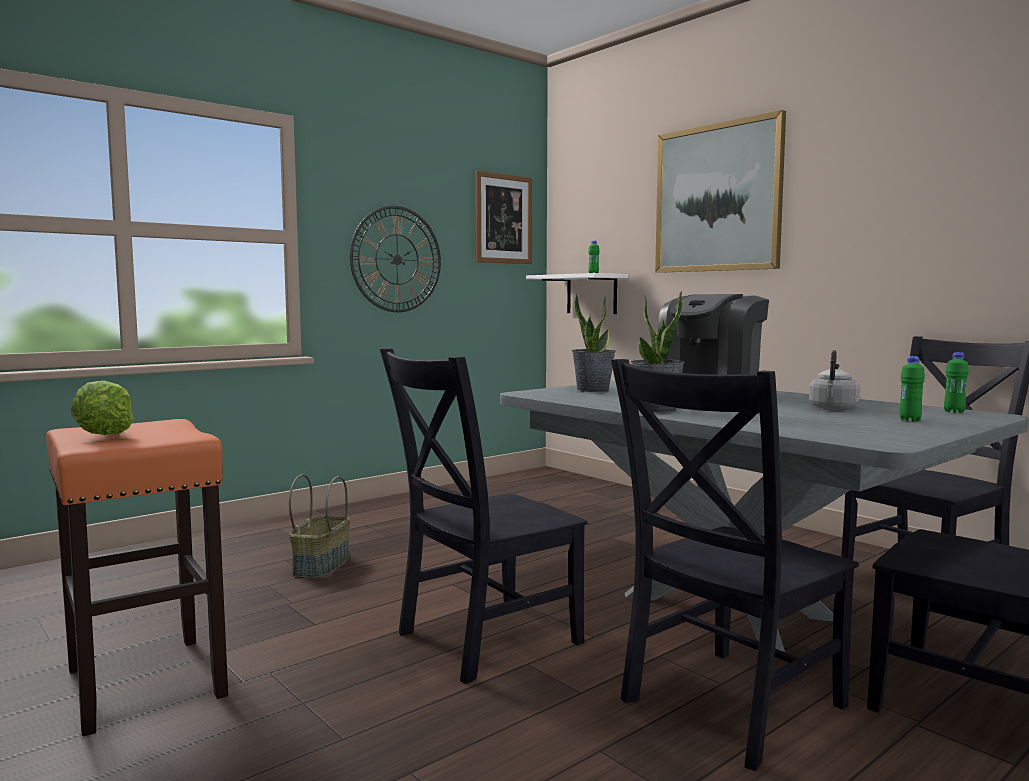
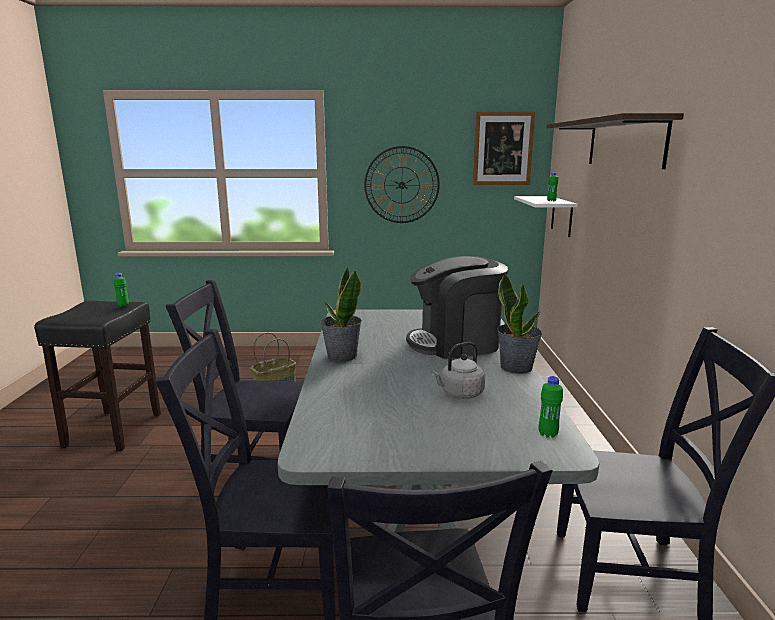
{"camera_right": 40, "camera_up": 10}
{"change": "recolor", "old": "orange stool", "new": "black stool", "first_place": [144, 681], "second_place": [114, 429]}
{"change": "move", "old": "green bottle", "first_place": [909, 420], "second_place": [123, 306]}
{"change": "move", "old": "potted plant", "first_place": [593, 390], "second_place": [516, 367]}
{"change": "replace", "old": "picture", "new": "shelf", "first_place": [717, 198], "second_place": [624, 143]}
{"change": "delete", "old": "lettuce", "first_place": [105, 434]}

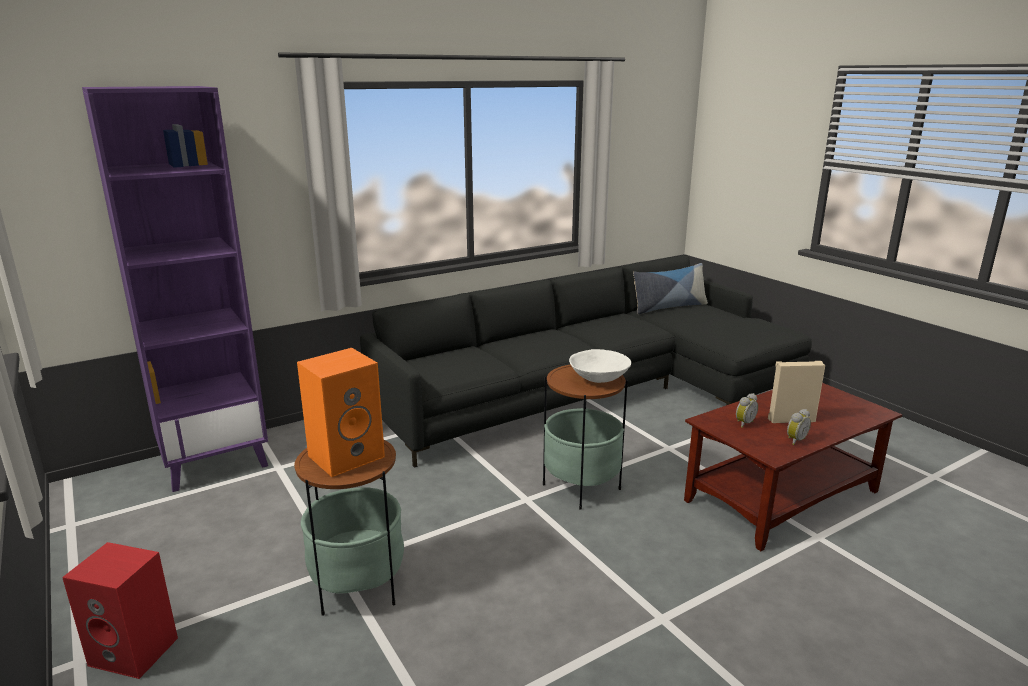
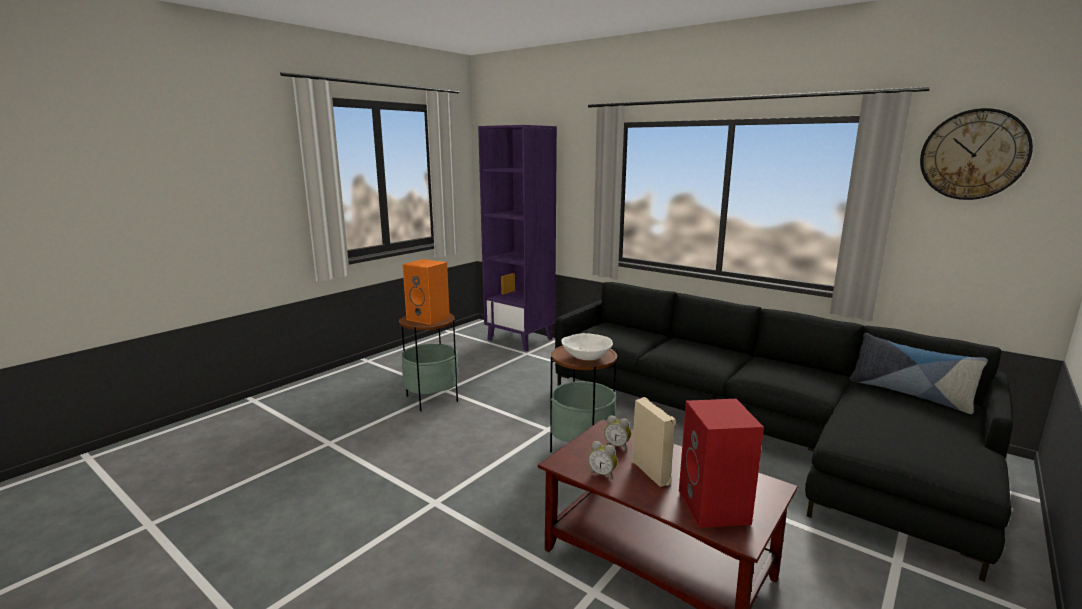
{"camera_right": 70, "camera_up": -5}
{"change": "move", "old": "red speaker", "first_place": [136, 651], "second_place": [715, 508]}
{"change": "insert", "new": "wall clock", "second_place": [973, 154]}

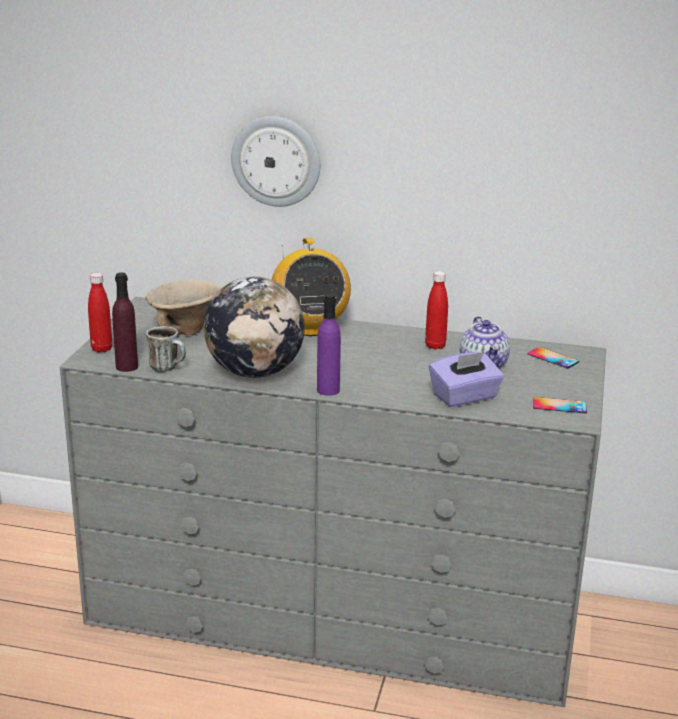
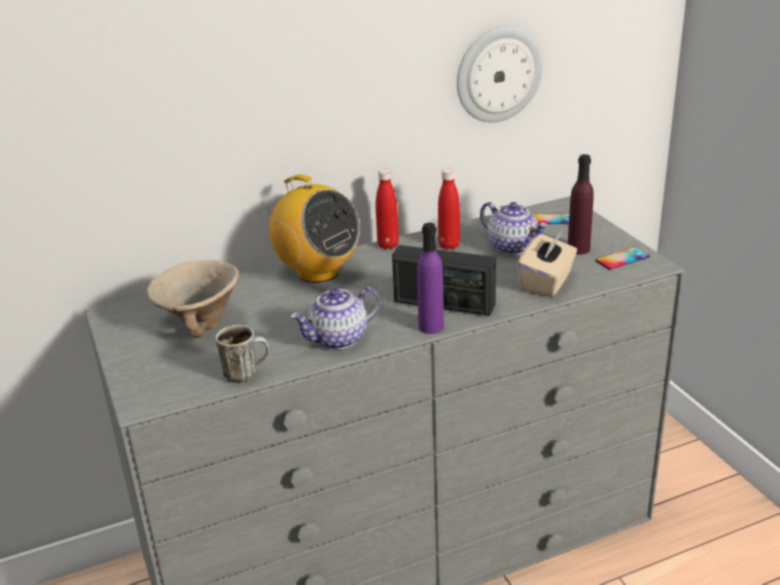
{"camera_right": -35, "camera_up": 5}
{"change": "replace", "old": "globe", "new": "teapot", "first_place": [255, 372], "second_place": [338, 339]}
{"change": "move", "old": "red bottle", "first_place": [101, 349], "second_place": [388, 245]}
{"change": "insert", "new": "radio", "second_place": [444, 303]}
{"change": "move", "old": "wall clock", "first_place": [276, 161], "second_place": [498, 74]}
{"change": "recolor", "old": "purple tissue box", "new": "beige tissue box", "first_place": [465, 397], "second_place": [547, 282]}
{"change": "move", "old": "purple bottle", "first_place": [127, 367], "second_place": [578, 249]}

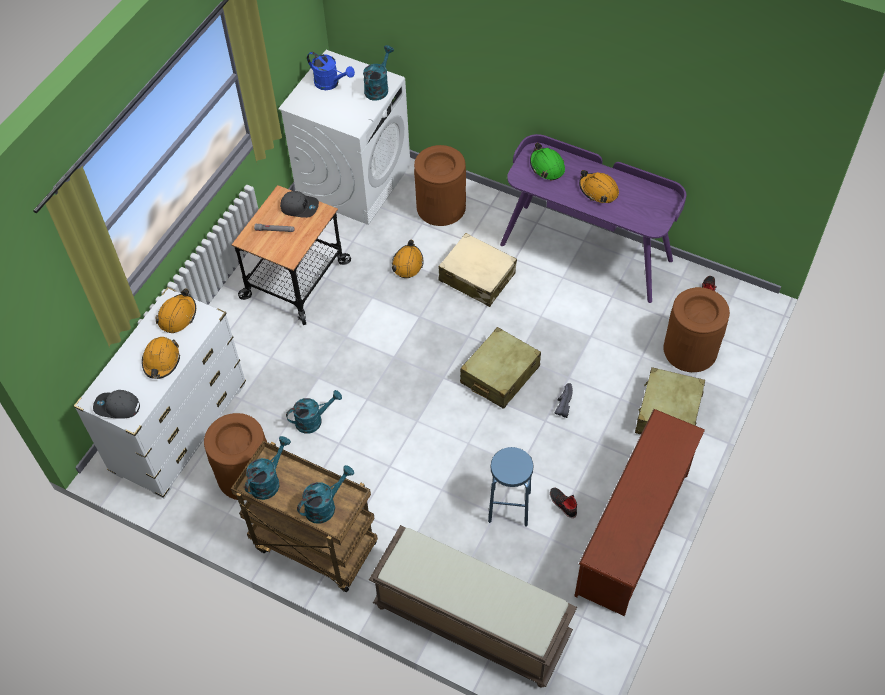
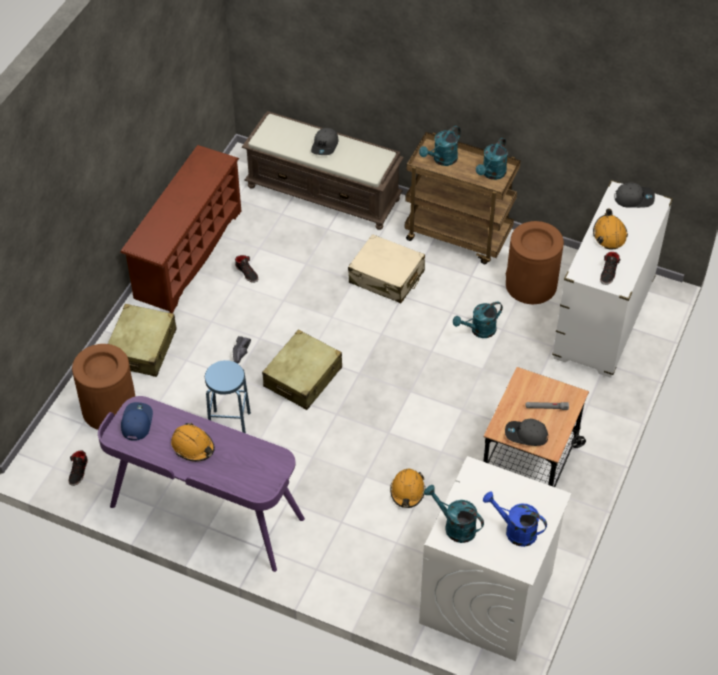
{"camera_right": 175, "camera_up": -5}
{"change": "insert", "new": "blue cap", "second_place": [136, 422]}
{"change": "move", "old": "blue stool", "first_place": [509, 507], "second_place": [230, 426]}
{"change": "insert", "new": "grey cap", "second_place": [325, 145]}
{"change": "move", "old": "beige suitcase", "first_place": [477, 277], "second_place": [386, 277]}
{"change": "rotate", "old": "turquoise watering can", "first_place": [378, 87], "second_place": [454, 526], "degrees": 105}
{"change": "replace", "old": "orange hard hat", "new": "black shoe", "first_place": [177, 316], "second_place": [609, 273]}
{"change": "delete", "old": "brown trash can", "first_place": [441, 207]}
{"change": "delete", "old": "green hard hat", "first_place": [547, 166]}

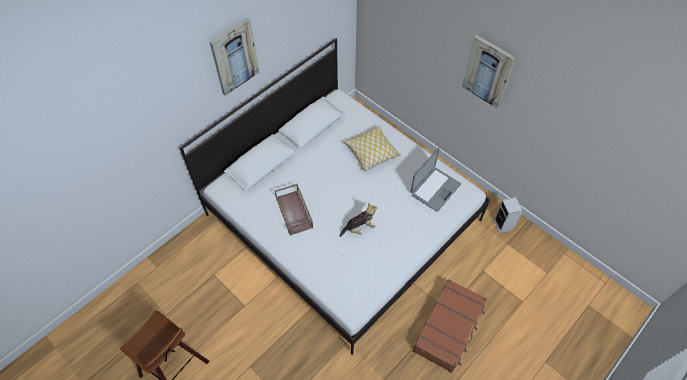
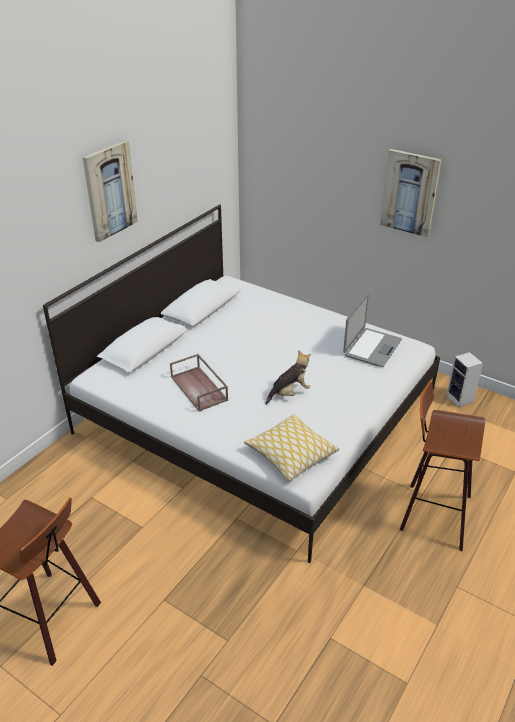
{"camera_right": -10, "camera_up": -20}
{"change": "move", "old": "pillow", "first_place": [371, 152], "second_place": [291, 454]}
{"change": "replace", "old": "brown suitcase", "new": "stool", "first_place": [449, 328], "second_place": [432, 513]}

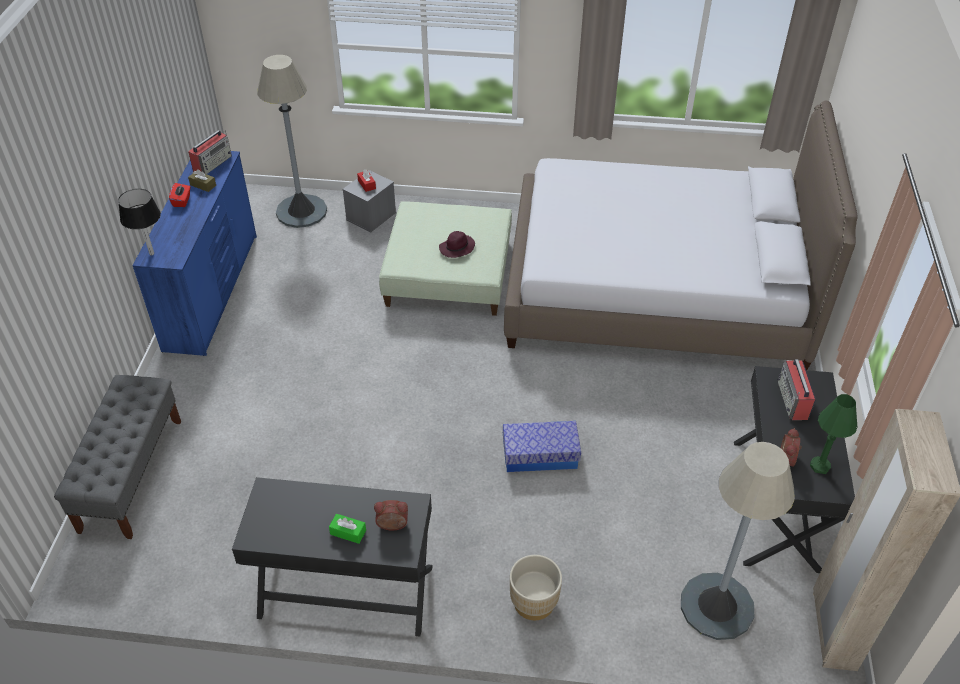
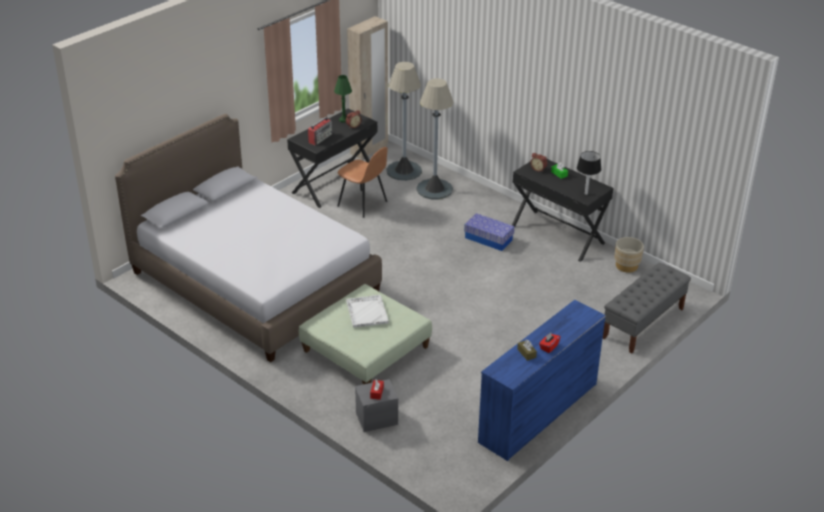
{"camera_right": -145, "camera_up": -10}
{"change": "insert", "new": "brown chair", "second_place": [363, 204]}
{"change": "replace", "old": "purple hat", "new": "white tray", "first_place": [456, 248], "second_place": [367, 312]}
{"change": "move", "old": "grey floor lamp", "first_place": [301, 211], "second_place": [434, 189]}
{"change": "move", "old": "storage box", "first_place": [540, 455], "second_place": [488, 239]}
{"change": "move", "old": "black table lamp", "first_place": [152, 253], "second_place": [586, 194]}
{"change": "move", "old": "beige planter", "first_place": [533, 602], "second_place": [626, 266]}
{"change": "delete", "old": "radio", "first_place": [213, 163]}

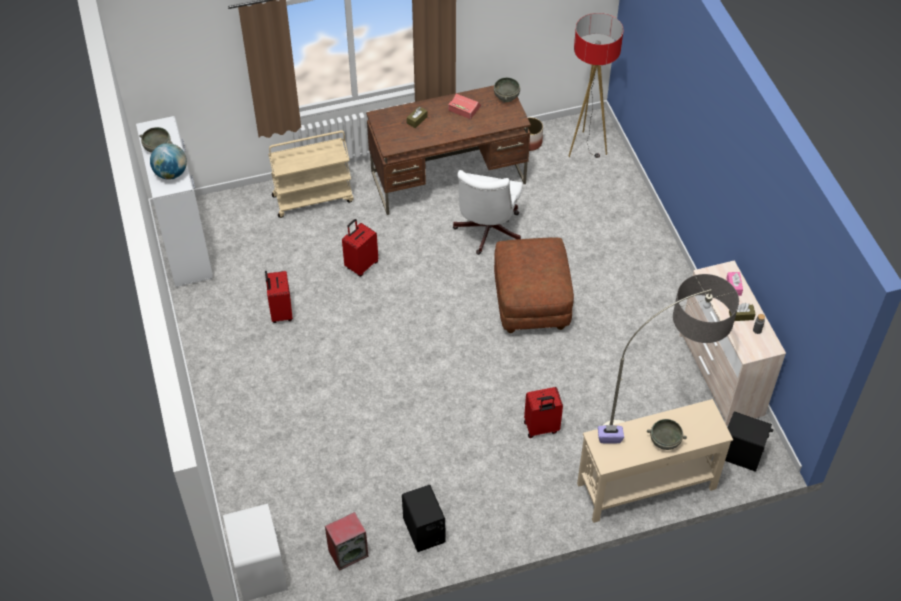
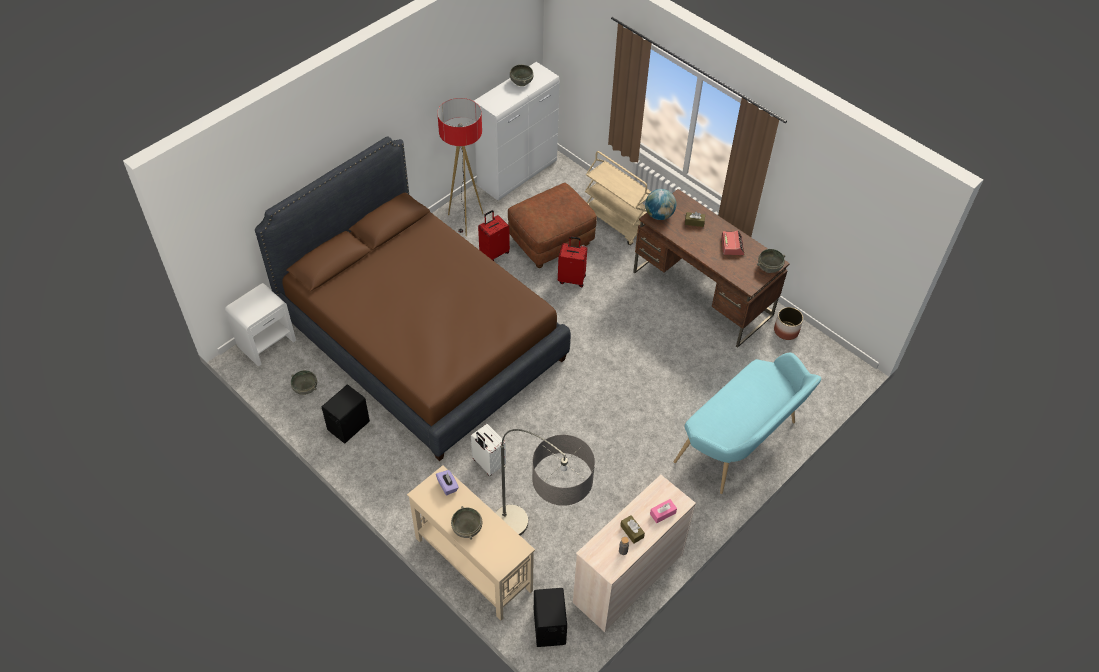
{"camera_right": 60, "camera_up": 0}
{"change": "insert", "new": "brown bed", "second_place": [422, 338]}
{"change": "replace", "old": "speaker", "new": "grey bowl", "first_place": [348, 553], "second_place": [306, 388]}
{"change": "move", "old": "floor lamp", "first_place": [586, 148], "second_place": [465, 221]}
{"change": "recolor", "old": "red suitcase", "new": "white suitcase", "first_place": [541, 428], "second_place": [488, 463]}
{"change": "move", "old": "brown ottoman", "first_place": [531, 303], "second_place": [551, 242]}
{"change": "move", "old": "globe", "first_place": [171, 173], "second_place": [659, 215]}
{"change": "insert", "new": "turquoise bench", "second_place": [741, 444]}
{"change": "delete", "old": "white office chair", "first_place": [486, 232]}

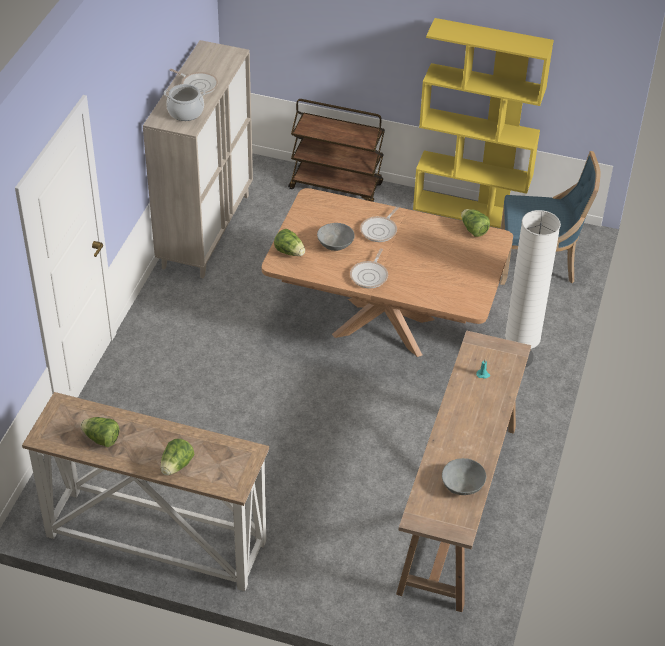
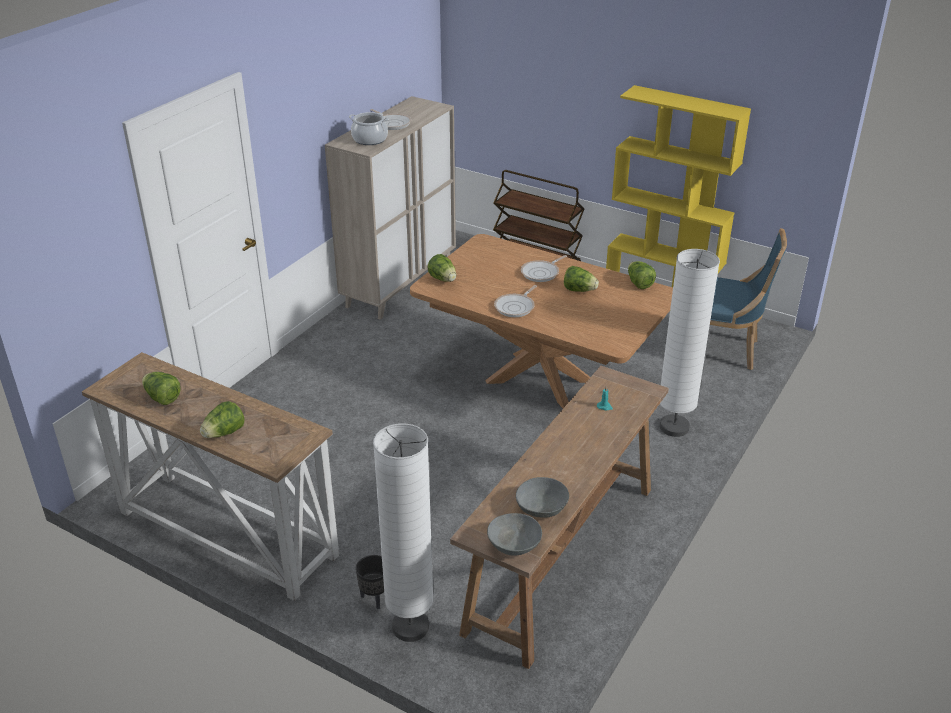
{"camera_right": 15, "camera_up": -10}
{"change": "insert", "new": "black planter", "second_place": [374, 598]}
{"change": "insert", "new": "white floor lamp", "second_place": [410, 627]}
{"change": "move", "old": "grey bowl", "first_place": [335, 245], "second_place": [514, 546]}
{"change": "insert", "new": "lettuce", "second_place": [579, 290]}

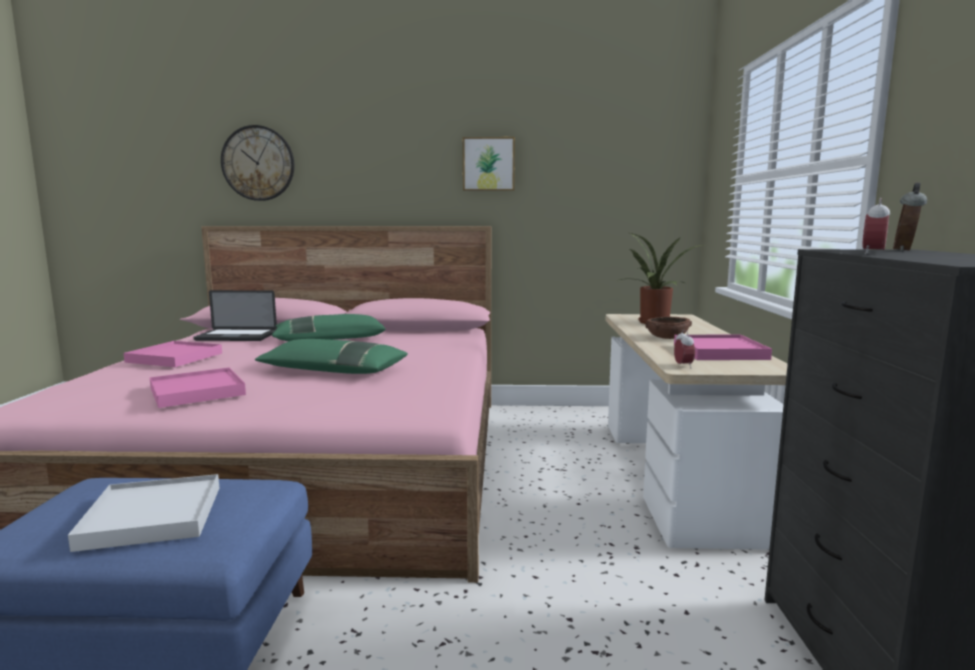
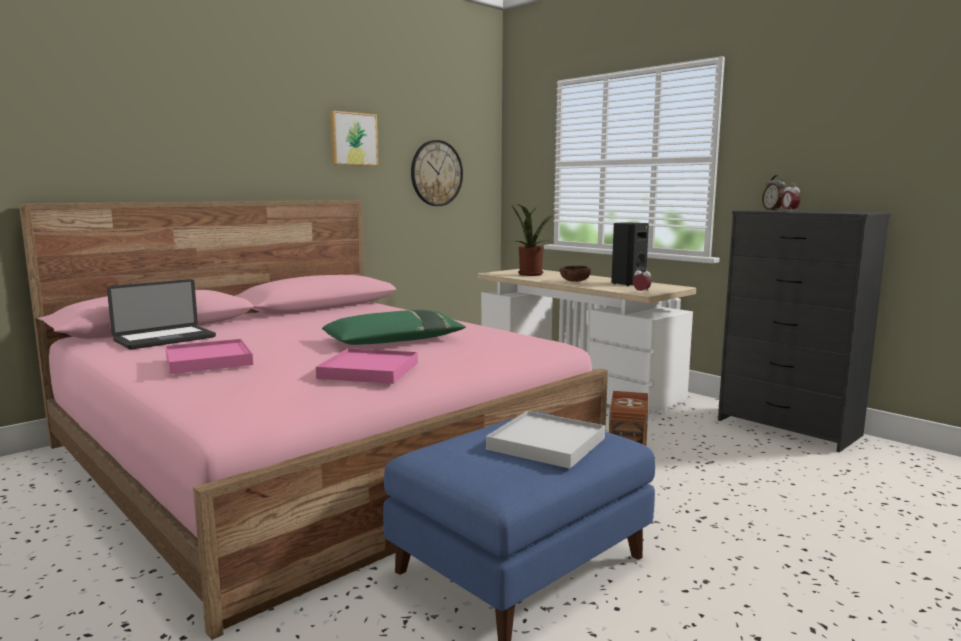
{"camera_right": -45, "camera_up": 0}
{"change": "move", "old": "wall clock", "first_place": [258, 163], "second_place": [436, 173]}
{"change": "insert", "new": "brown storage box", "second_place": [629, 435]}
{"change": "replace", "old": "pink tray", "new": "black speaker", "first_place": [719, 352], "second_place": [627, 284]}
{"change": "delete", "old": "green pillow", "first_place": [329, 338]}

